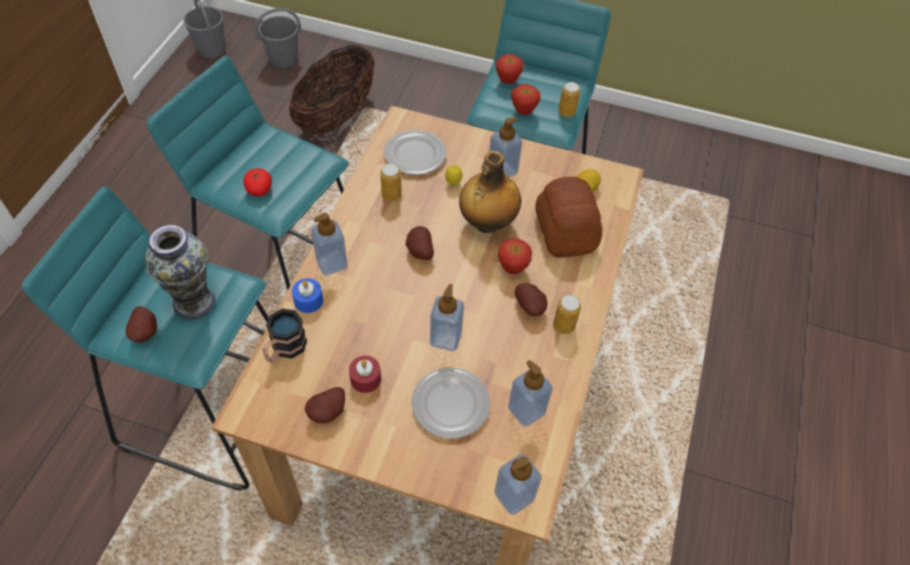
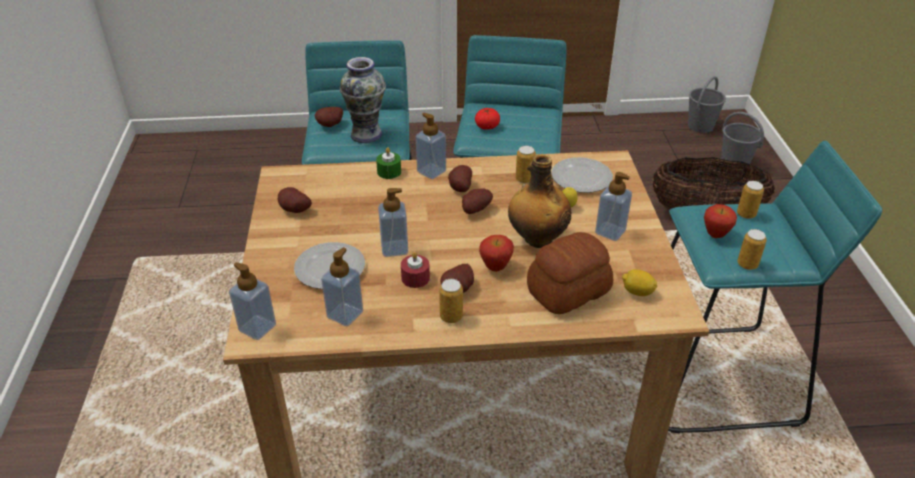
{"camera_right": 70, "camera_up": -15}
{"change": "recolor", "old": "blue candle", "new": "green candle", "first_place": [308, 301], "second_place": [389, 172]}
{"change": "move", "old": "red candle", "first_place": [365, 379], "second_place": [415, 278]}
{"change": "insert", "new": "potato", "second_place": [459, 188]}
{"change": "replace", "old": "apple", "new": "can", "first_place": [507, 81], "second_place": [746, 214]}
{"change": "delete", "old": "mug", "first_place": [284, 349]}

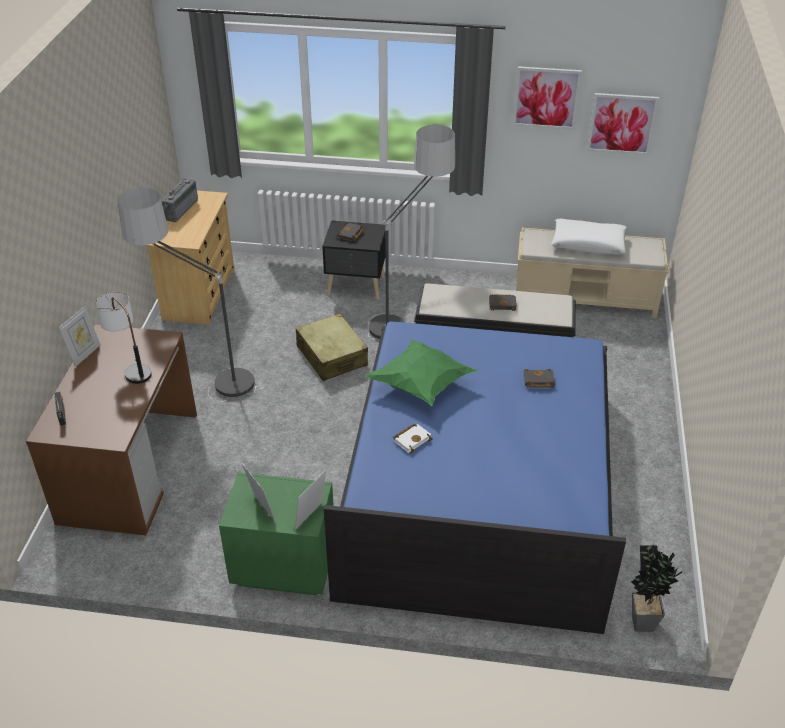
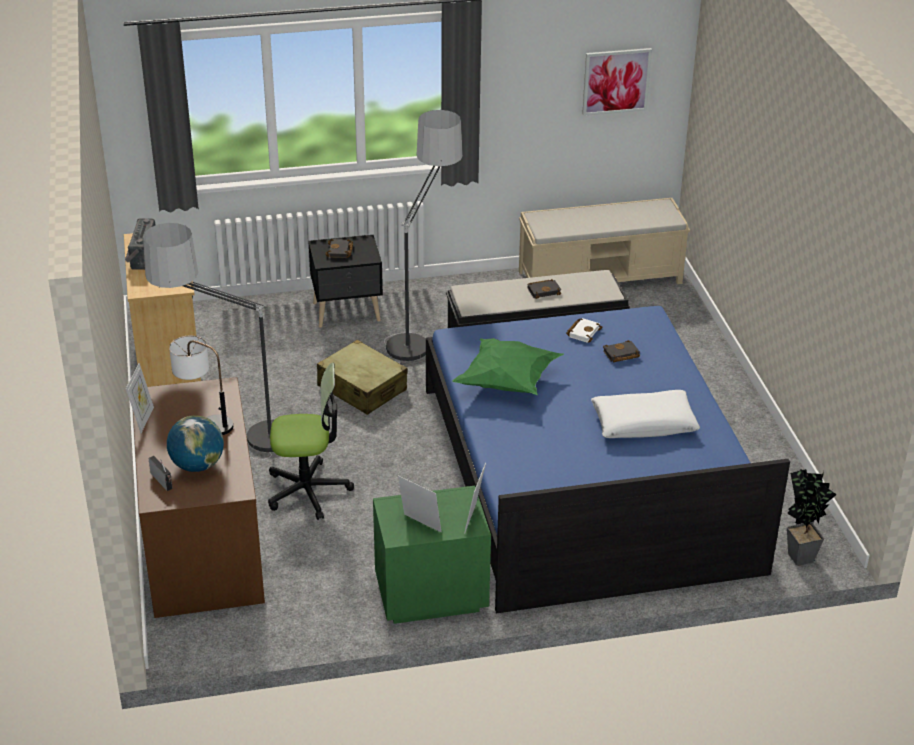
{"camera_right": -20, "camera_up": -5}
{"change": "insert", "new": "globe", "second_place": [197, 465]}
{"change": "insert", "new": "office chair", "second_place": [308, 490]}
{"change": "move", "old": "white book", "first_place": [412, 439], "second_place": [583, 332]}
{"change": "move", "old": "white pillow", "first_place": [588, 243], "second_place": [643, 423]}
{"change": "delete", "old": "picture", "first_place": [546, 97]}

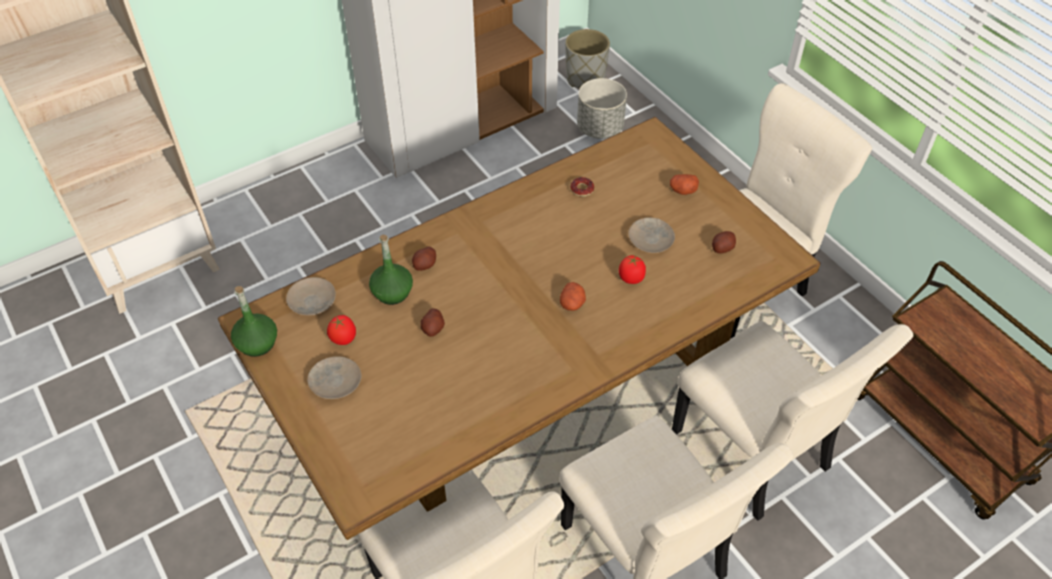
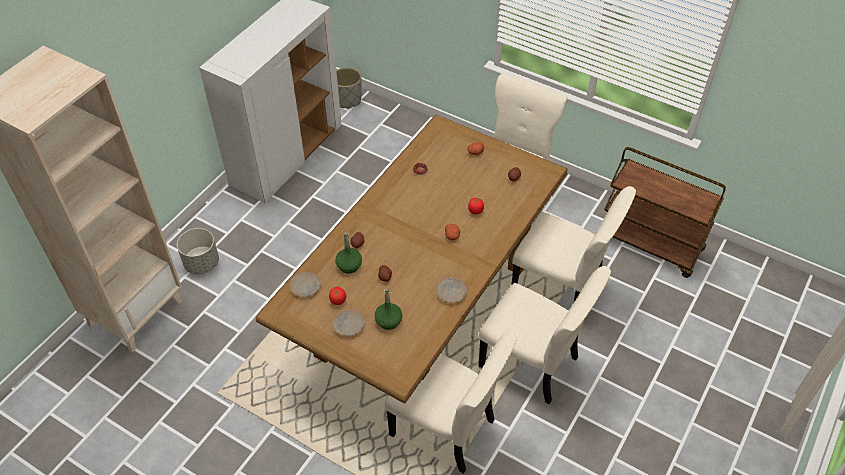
{"camera_right": -25, "camera_up": 0}
{"change": "move", "old": "grey planter", "first_place": [600, 128], "second_place": [202, 263]}
{"change": "move", "old": "green bottle", "first_place": [257, 343], "second_place": [388, 321]}
{"change": "move", "old": "beige plate", "first_place": [651, 239], "second_place": [451, 292]}

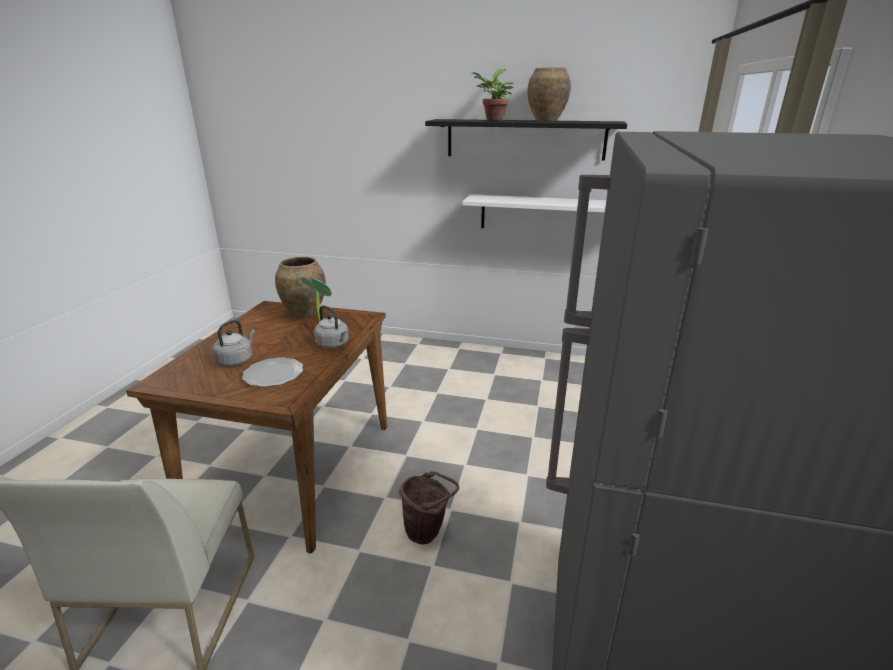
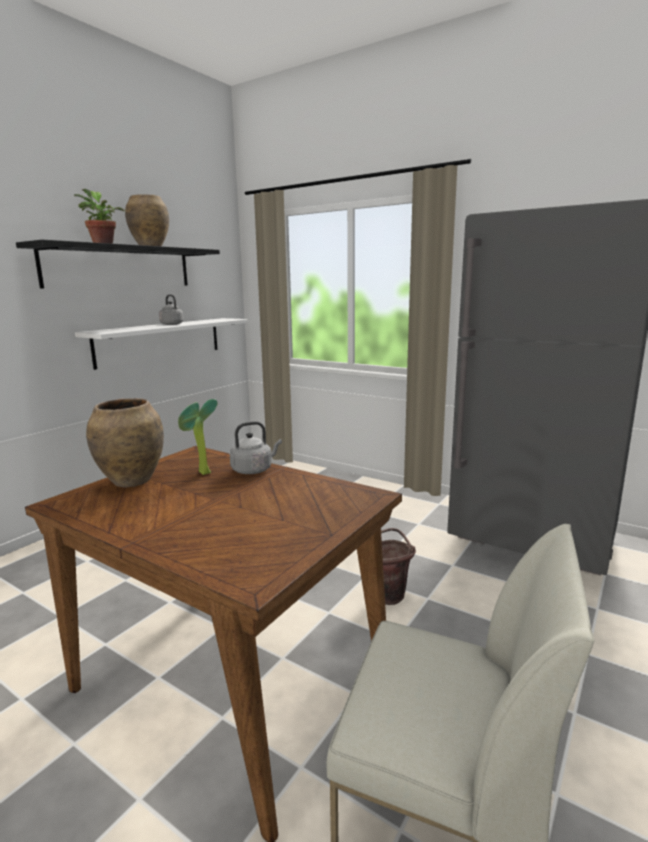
{"camera_right": -70, "camera_up": -10}
{"change": "move", "old": "grey kettle", "first_place": [236, 360], "second_place": [171, 324]}
{"change": "delete", "old": "plate", "first_place": [274, 375]}

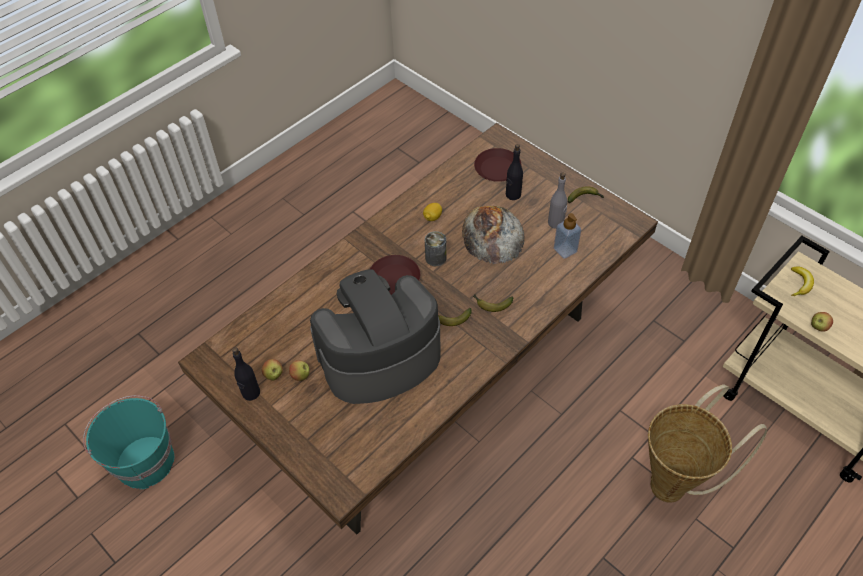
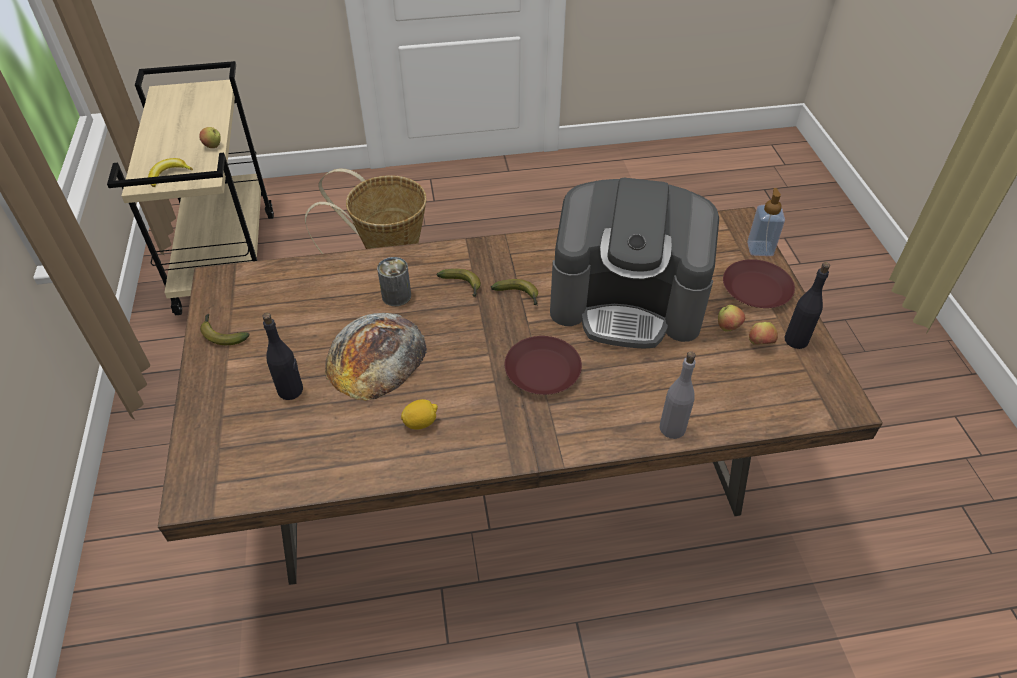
{"camera_right": -145, "camera_up": -5}
{"change": "move", "old": "can", "first_place": [435, 258], "second_place": [396, 296]}
{"change": "move", "old": "grey bottle", "first_place": [556, 223], "second_place": [672, 428]}
{"change": "move", "old": "brown plate", "first_place": [497, 168], "second_place": [756, 290]}
{"change": "move", "old": "soap dispenser", "first_place": [565, 250], "second_place": [760, 249]}
{"change": "delete", "old": "turquoise bucket", "first_place": [144, 461]}

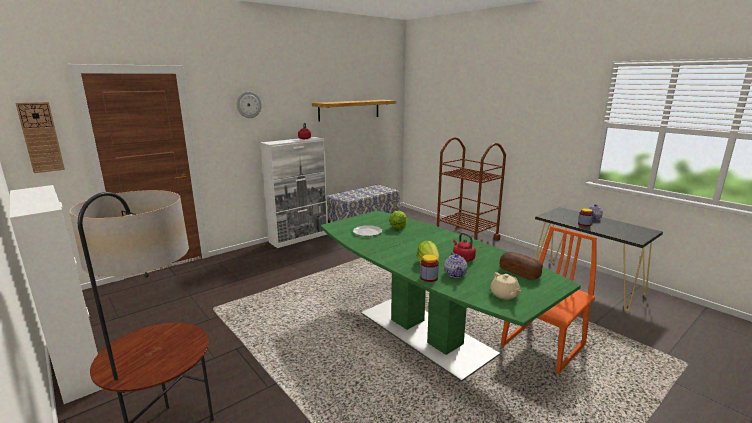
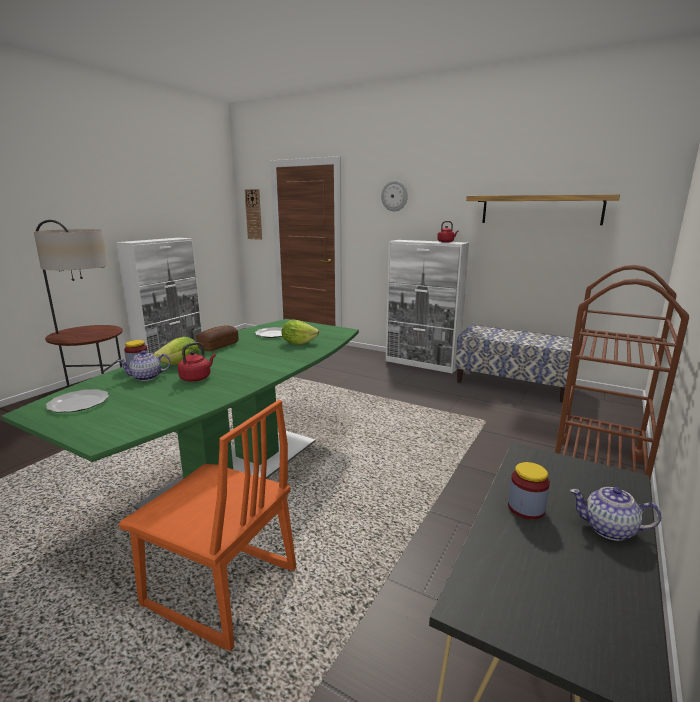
{"camera_right": 70, "camera_up": 0}
{"change": "replace", "old": "beige teapot", "new": "plate", "first_place": [504, 295], "second_place": [78, 403]}
{"change": "move", "old": "bread", "first_place": [519, 272], "second_place": [218, 346]}

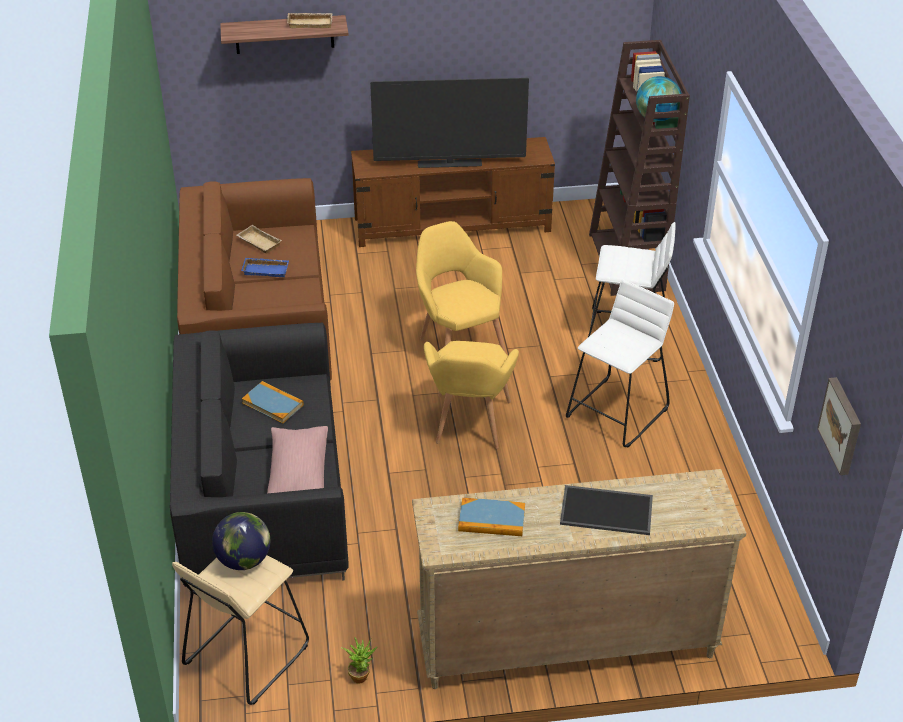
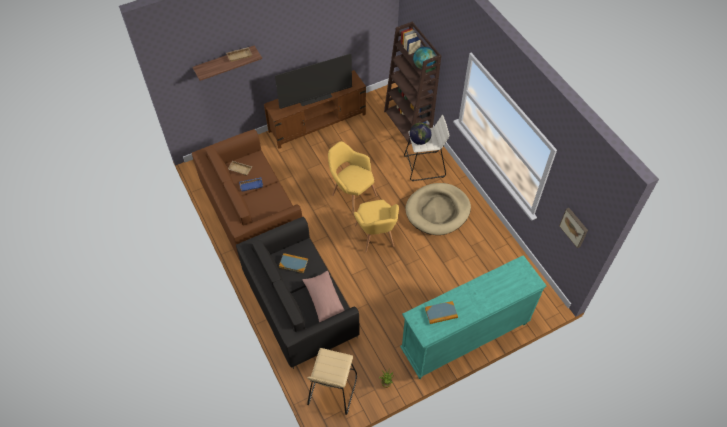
{"camera_right": -20, "camera_up": 15}
{"change": "recolor", "old": "beige dresser", "new": "turquoise dresser", "first_place": [565, 643], "second_place": [464, 338]}
{"change": "replace", "old": "white stool", "new": "beige dog bed", "first_place": [617, 413], "second_place": [437, 210]}
{"change": "move", "old": "globe", "first_place": [243, 560], "second_place": [419, 140]}
{"change": "delete", "old": "tray", "first_place": [607, 509]}

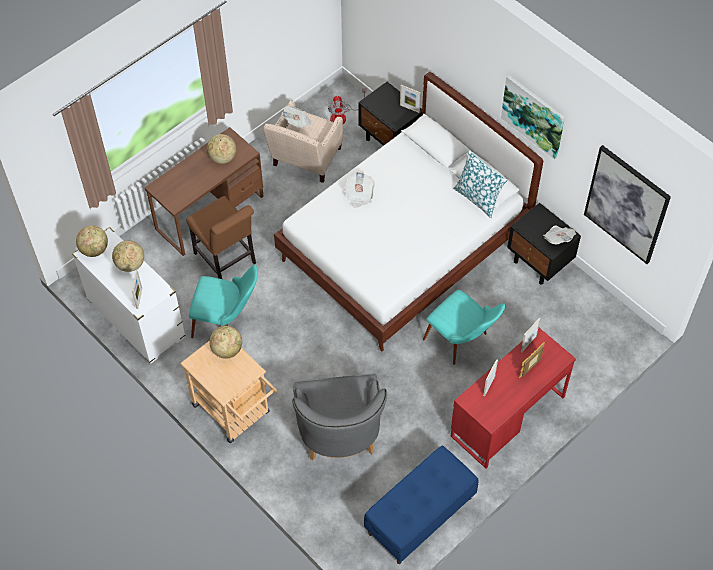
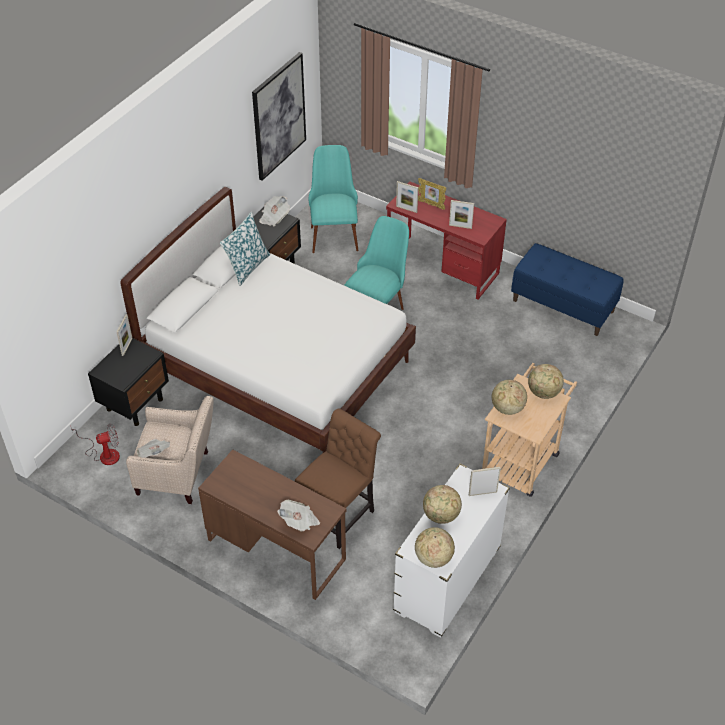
{"camera_right": -105, "camera_up": -10}
{"change": "move", "old": "newspaper", "first_place": [359, 195], "second_place": [299, 522]}
{"change": "move", "old": "turquoise chair", "first_place": [228, 322], "second_place": [333, 232]}
{"change": "move", "old": "globe", "first_place": [222, 157], "second_place": [543, 392]}
{"change": "delete", "old": "grey armchair", "first_place": [339, 439]}
{"change": "delete", "old": "picture", "first_place": [533, 116]}

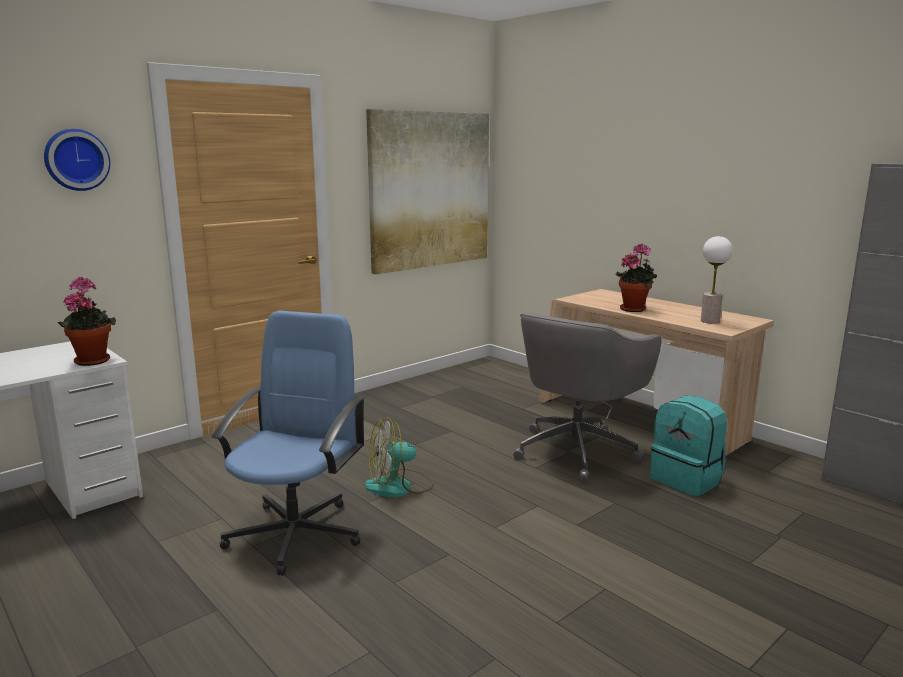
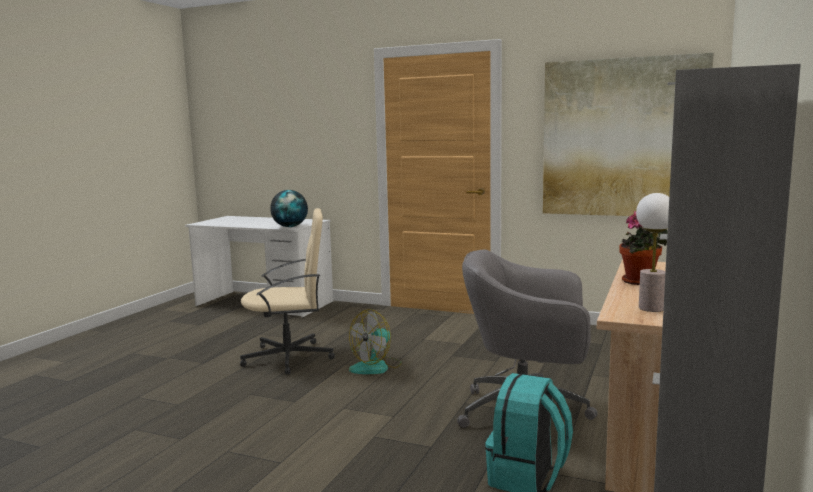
{"camera_right": 65, "camera_up": -5}
{"change": "recolor", "old": "blue office chair", "new": "beige office chair", "first_place": [296, 533], "second_place": [290, 357]}
{"change": "replace", "old": "potted plant", "new": "globe", "first_place": [92, 360], "second_place": [290, 226]}
{"change": "rotate", "old": "fan", "first_place": [399, 487], "second_place": [376, 367], "degrees": -90}
{"change": "delete", "old": "wall clock", "first_place": [76, 160]}

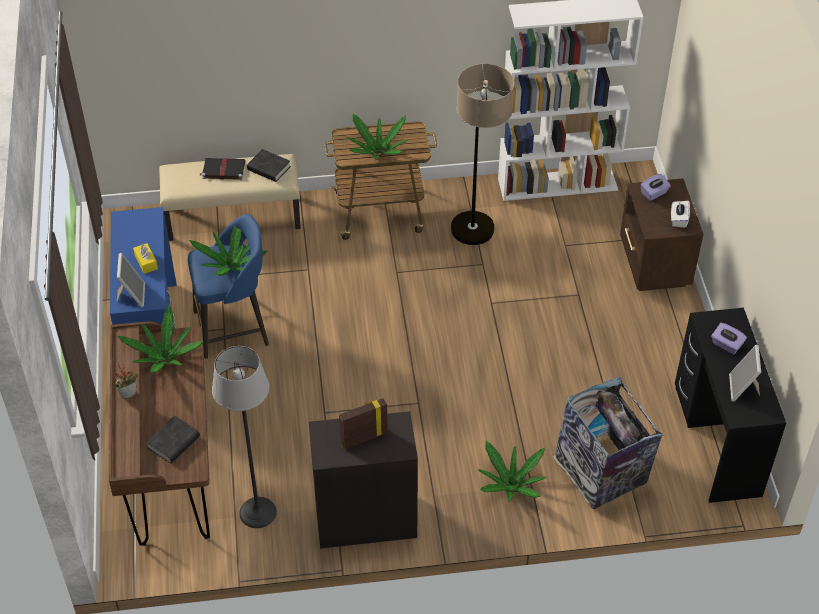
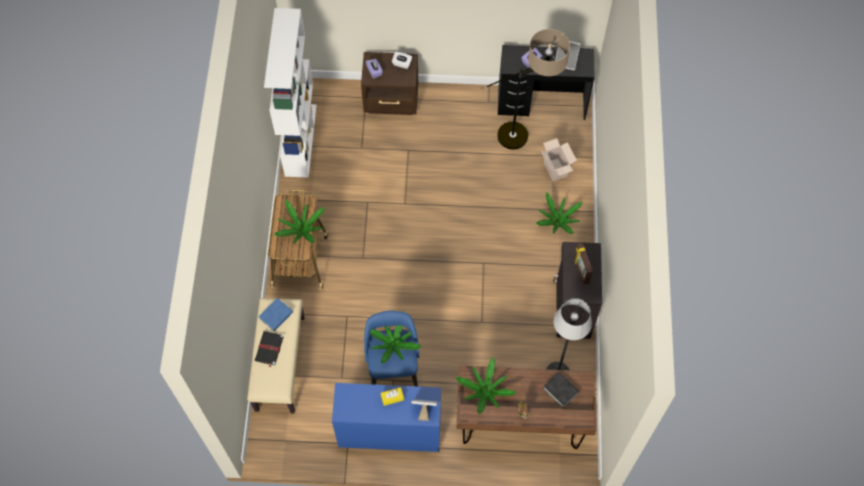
{"camera_right": -80, "camera_up": 15}
{"change": "recolor", "old": "black book", "new": "blue book", "first_place": [269, 168], "second_place": [276, 315]}
{"change": "move", "old": "floor lamp", "first_place": [474, 242], "second_place": [525, 137]}
{"change": "replace", "old": "trash can", "new": "cardboard box", "first_place": [601, 474], "second_place": [556, 170]}

